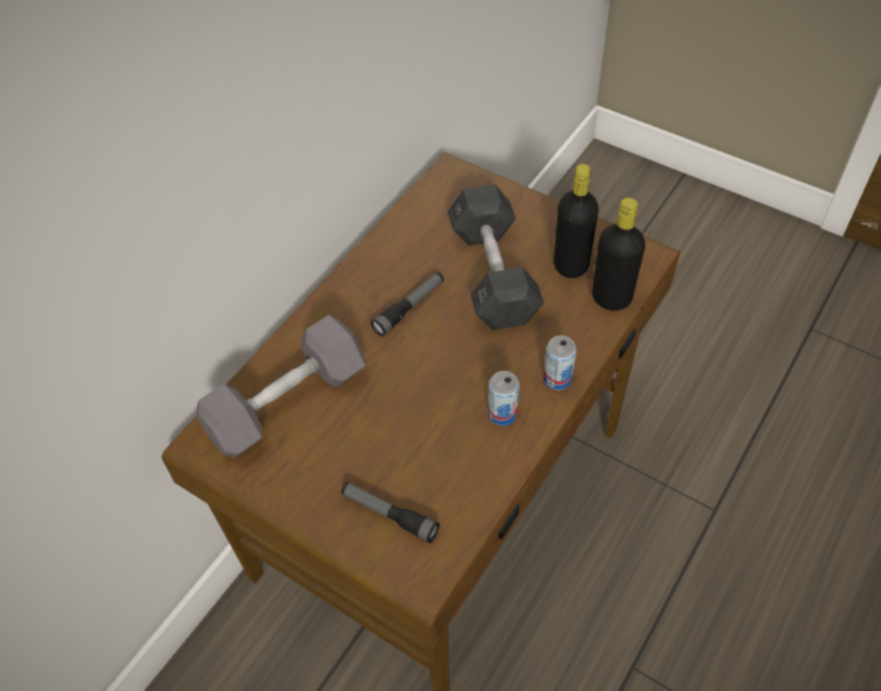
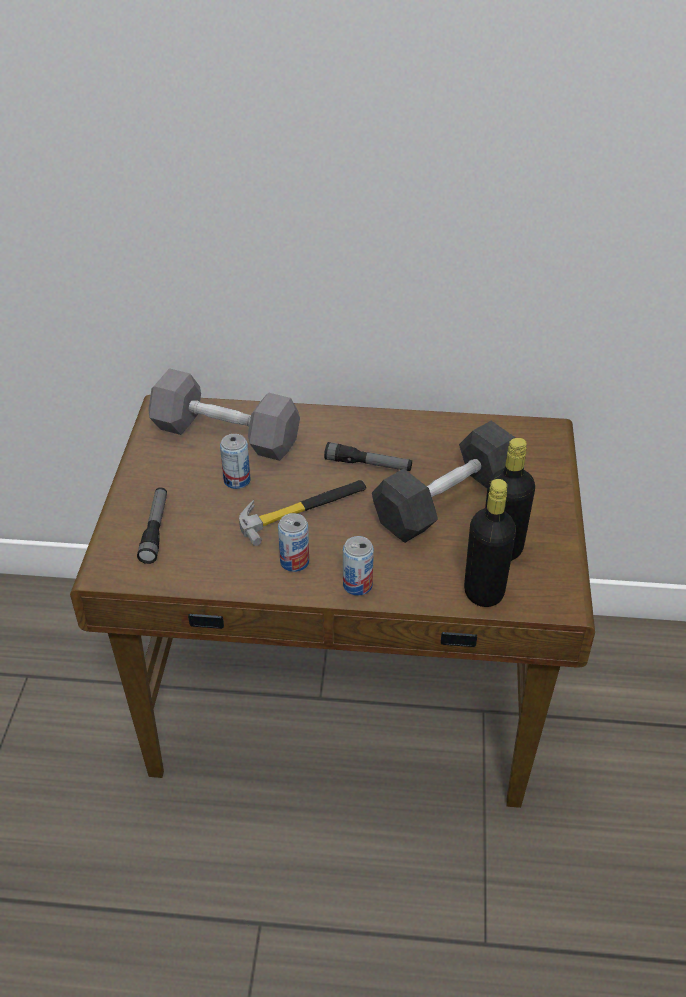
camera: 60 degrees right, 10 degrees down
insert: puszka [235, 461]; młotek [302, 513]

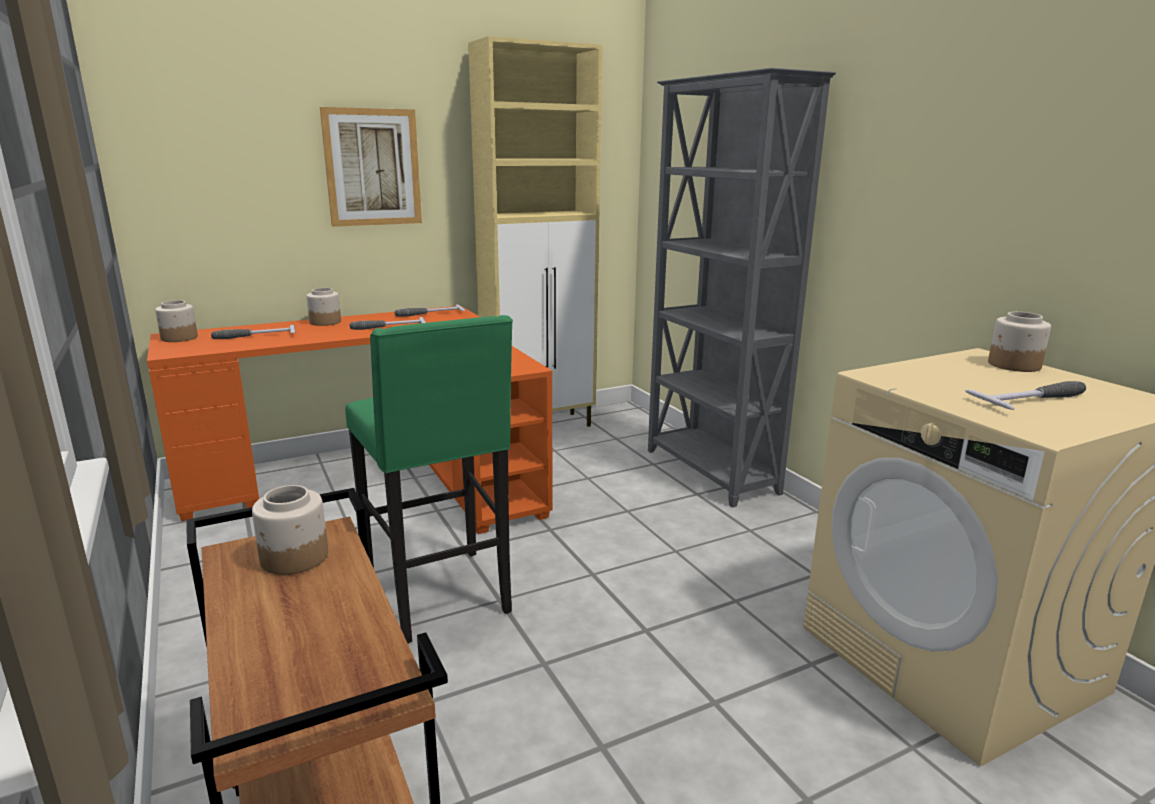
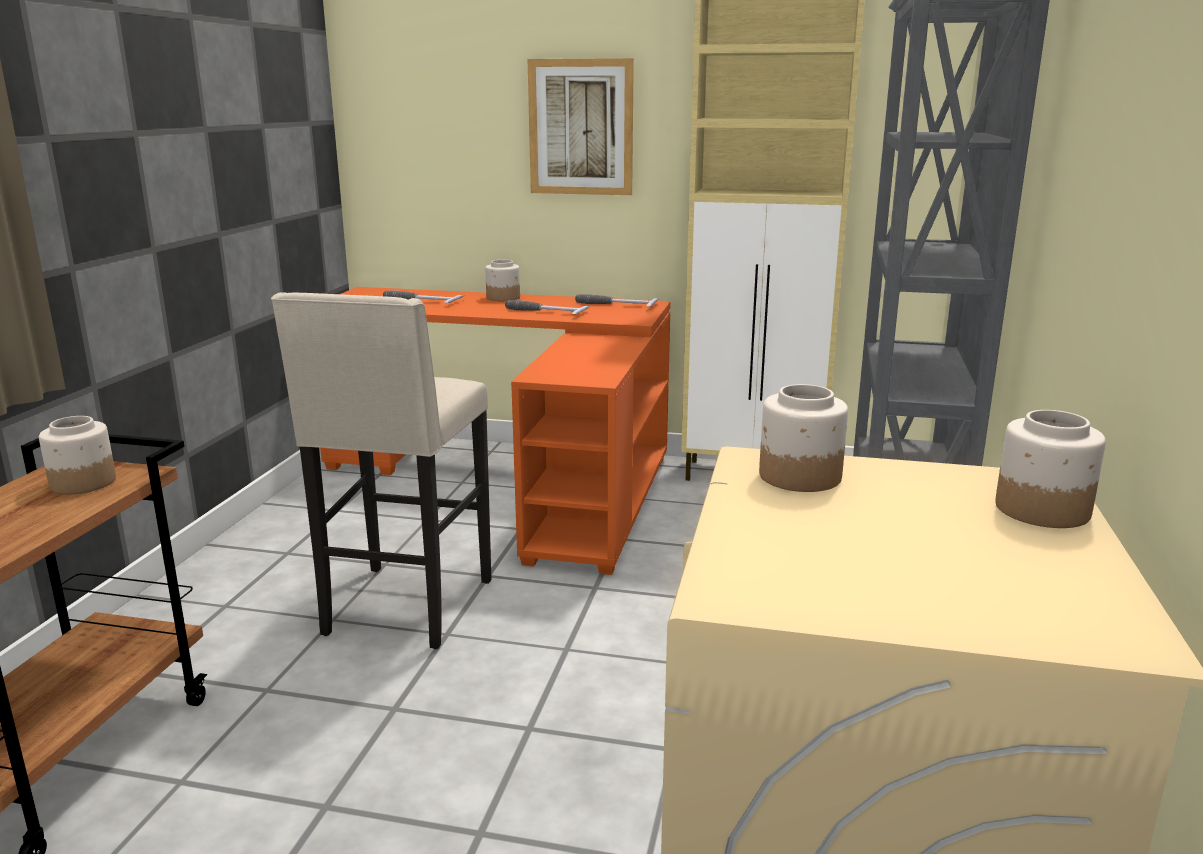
camera: 40 degrees right, 0 degrees up
delete: młotek [1025, 395]
move: słoik [176, 321] to [803, 438]
recolor: stołek (zielony) [429, 479] to stołek (beżowy) [381, 470]

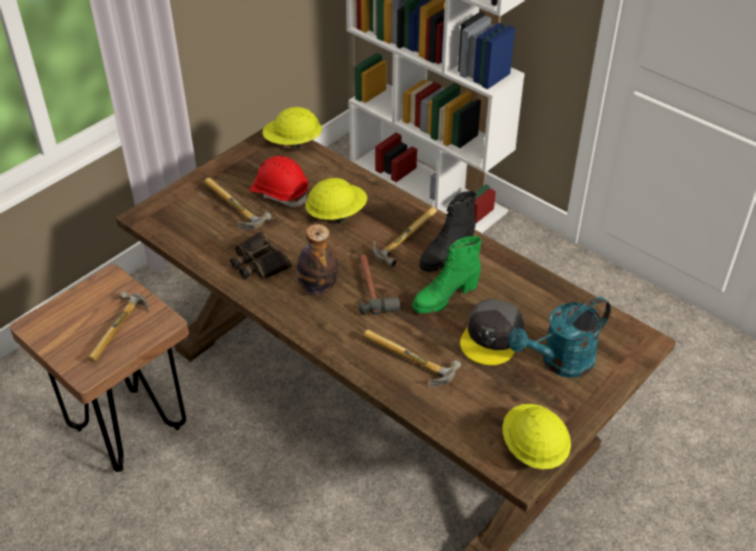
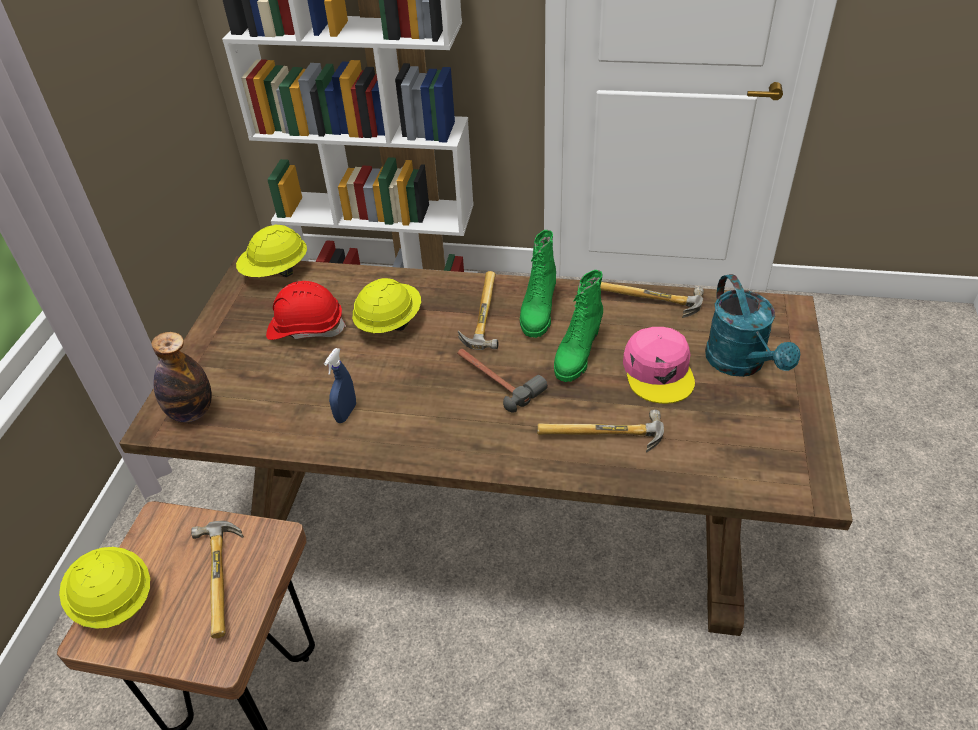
camera: 30 degrees left, 0 degrees up
move: młotek [238, 204] to [652, 300]; butelka [317, 259] to [182, 377]; kask (żółty) [537, 436] to [104, 588]
replace: lornetka [260, 255] to spryskiwacz (niebieski) [340, 385]
recolor: but z cholewką (czarny) [447, 231] to but z cholewką (zielony) [538, 284]; czapka z daszkiem (szary) [492, 332] to czapka z daszkiem (różowy) [659, 365]
rotate: konewka (turkusowy) [559, 337] = [752, 325] 45 degrees counterclockwise

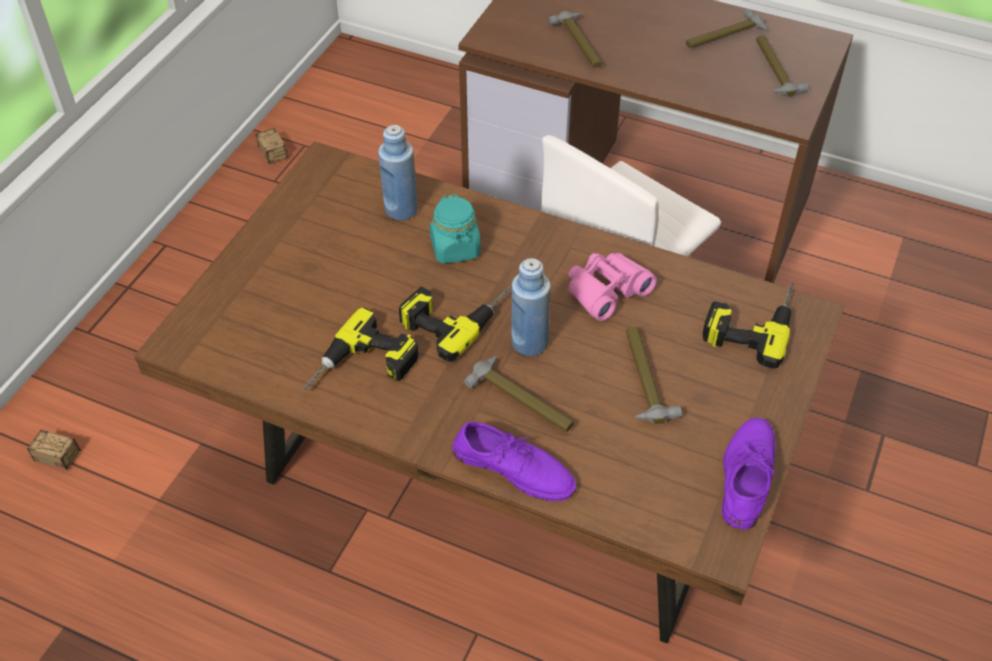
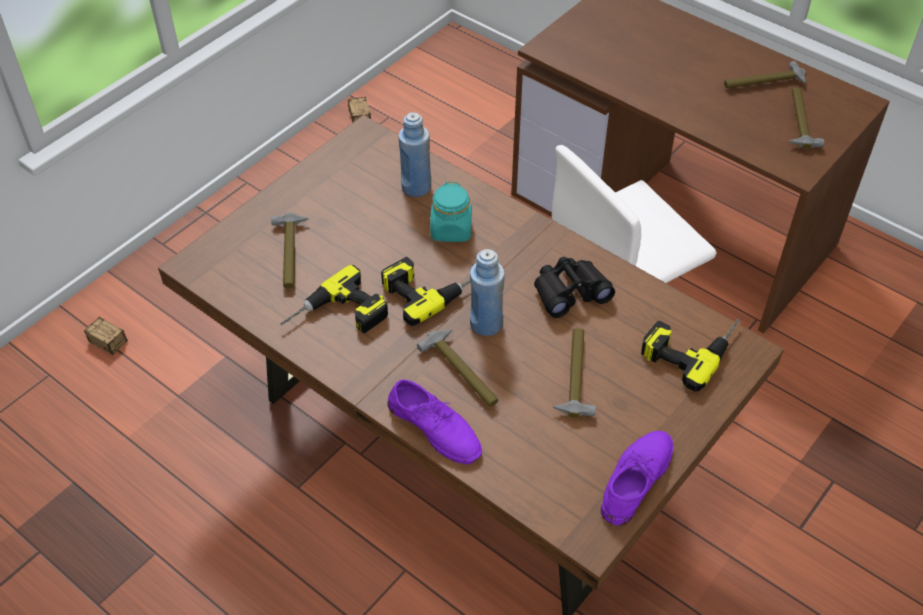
camera: 15 degrees right, 0 degrees up
move: młotek [575, 39] to [289, 250]
recolor: lornetka (różowy) [612, 287] to lornetka (czarny) [574, 287]

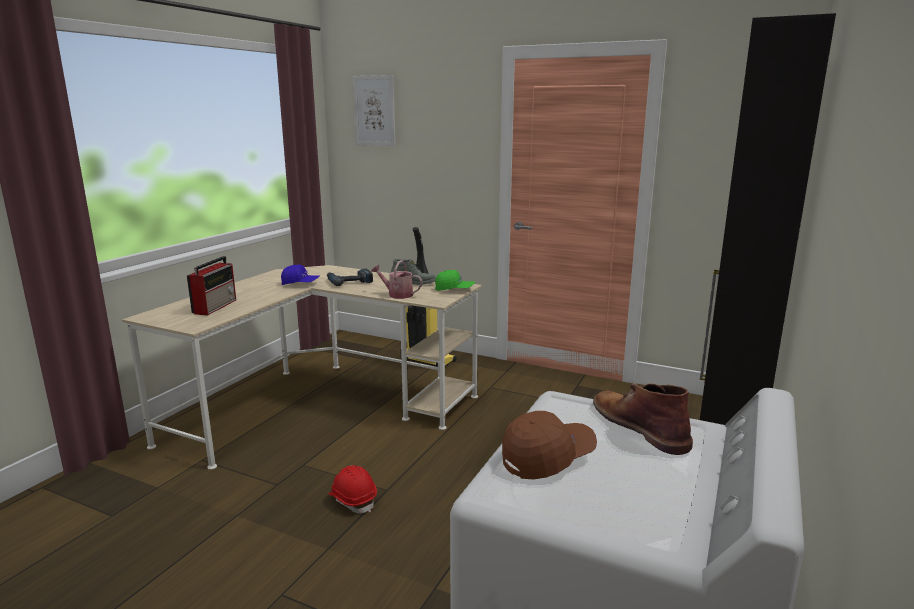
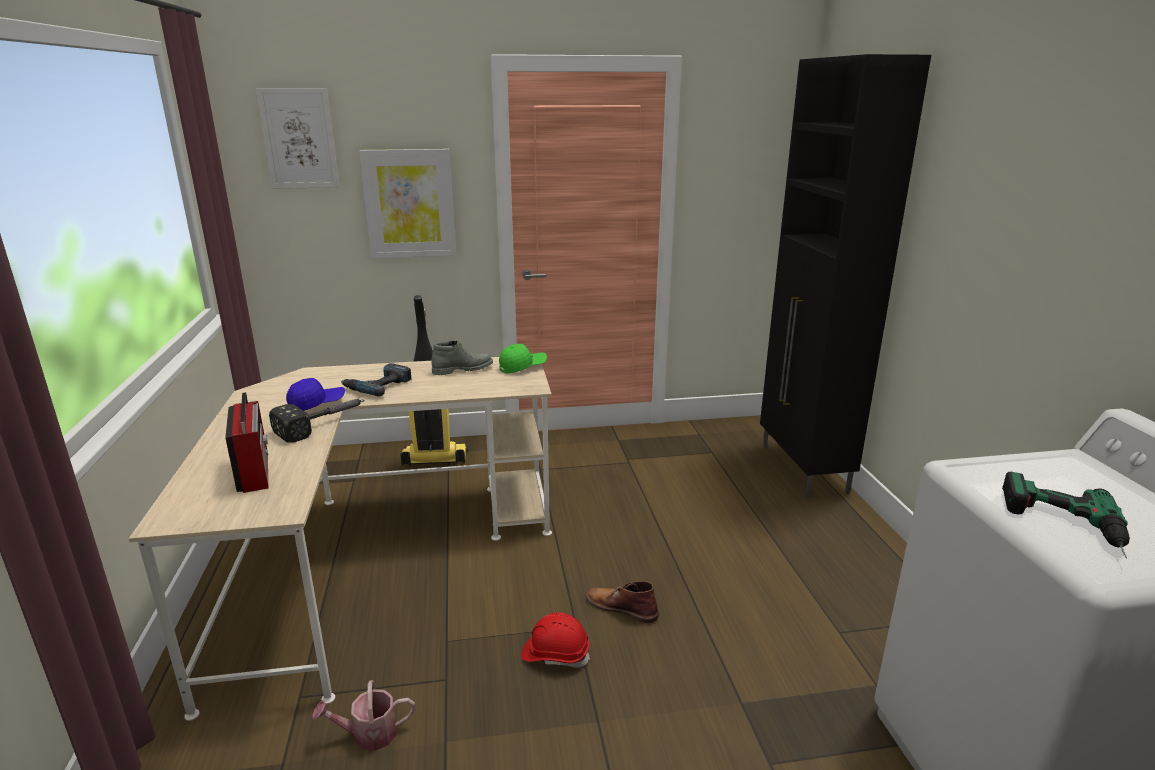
camera: 35 degrees left, 5 degrees up
insert: młotek [317, 421]; obraz [407, 203]
move: konewka [397, 279] to [363, 715]; but z cholewką (brązowy) [643, 419] to [622, 602]
replace: czapka z daszkiem (brązowy) [549, 445] to wiertarka [1066, 515]

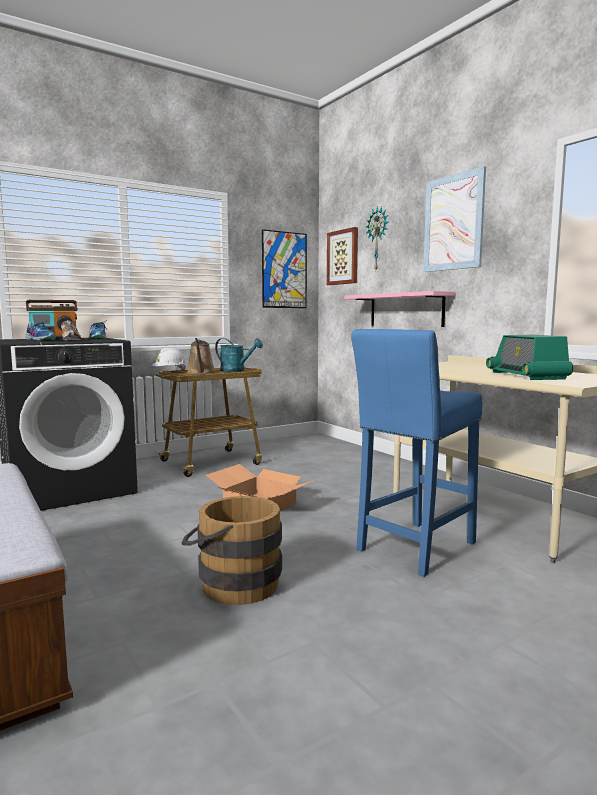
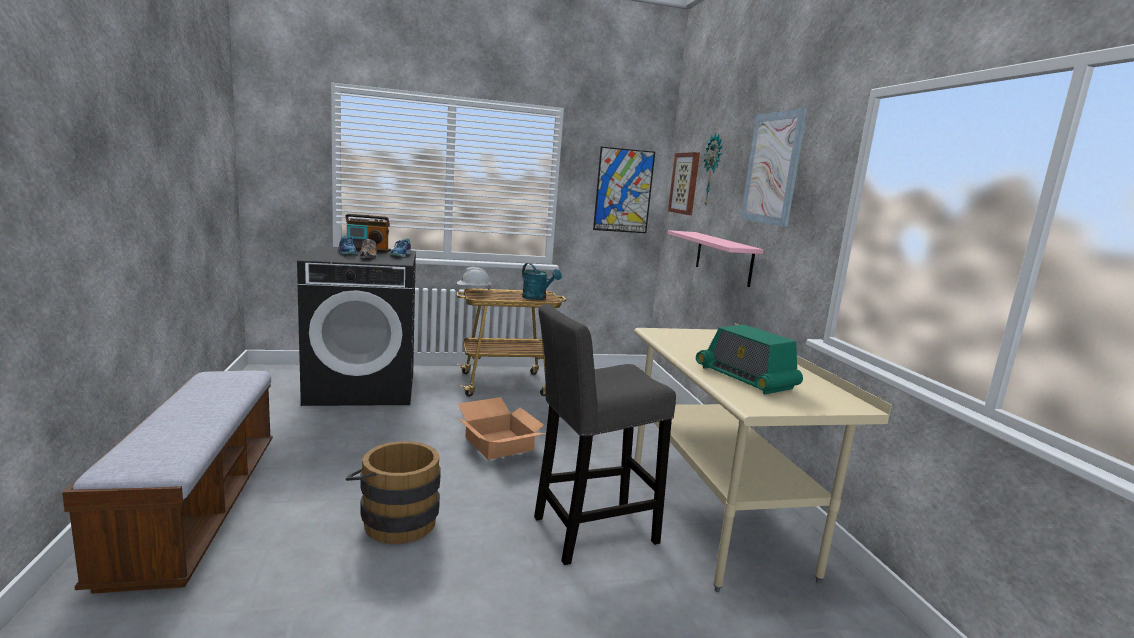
camera: 20 degrees right, 5 degrees up
delete: konewka (brązowy) [201, 356]
recolor: stołek (niebieski) [416, 453] to stołek (szary) [605, 434]
rotate: radio [529, 357] = [749, 359] 45 degrees counterclockwise

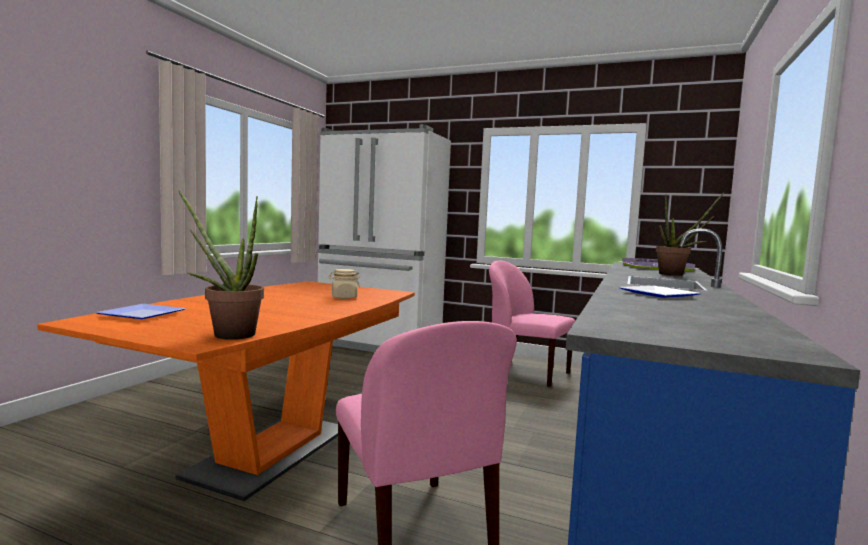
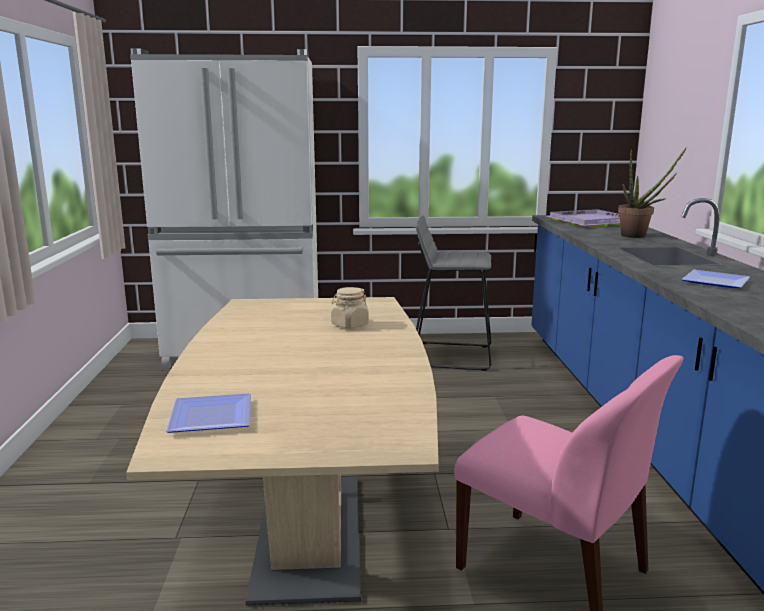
camera: 25 degrees left, 10 degrees up
delete: roślina doniczkowa [221, 265]
replace: krzesło (różowy) [532, 324] to stołek (szary) [453, 293]
recolor: stół jadalny (pomarańczowy) [226, 391] to stół jadalny (beżowy) [282, 451]

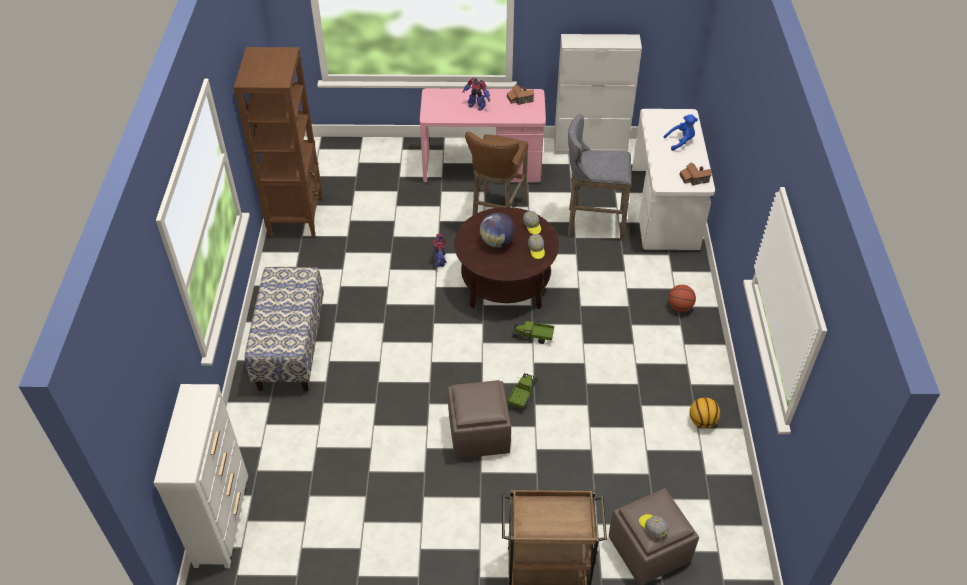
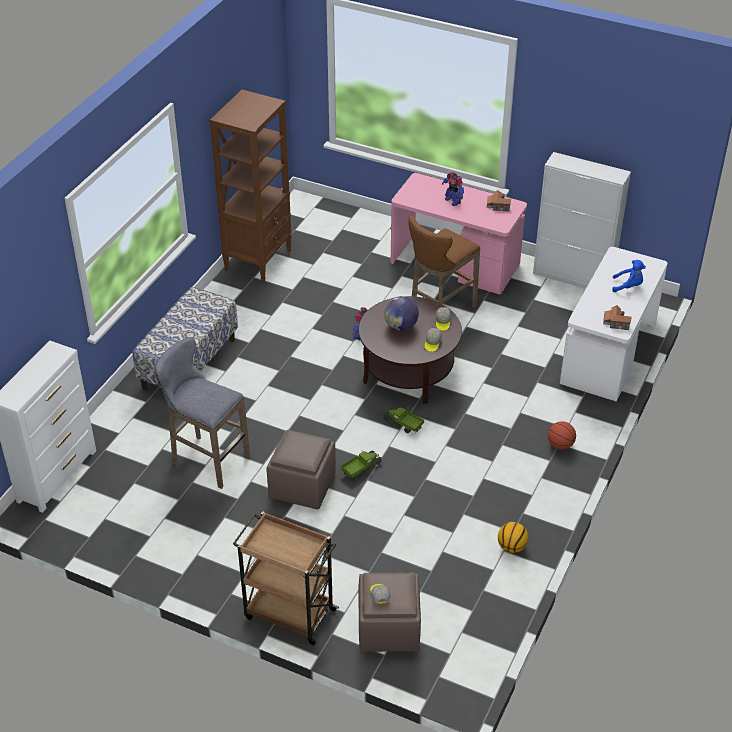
camera: 25 degrees right, 5 degrees down
move: stołek (szary) [599, 177] to [202, 413]

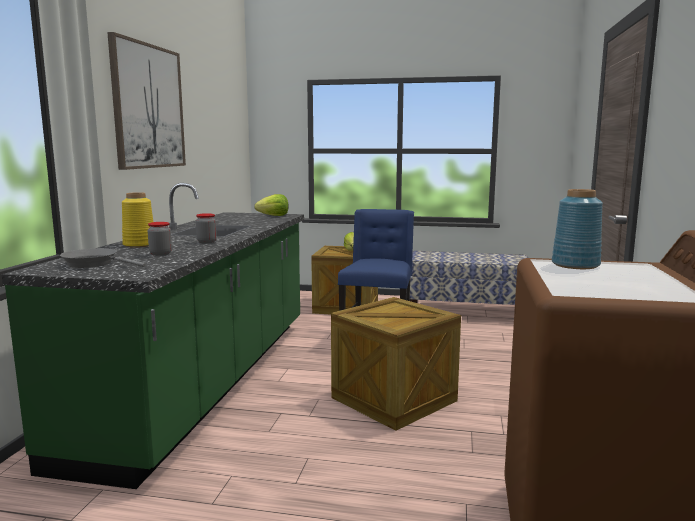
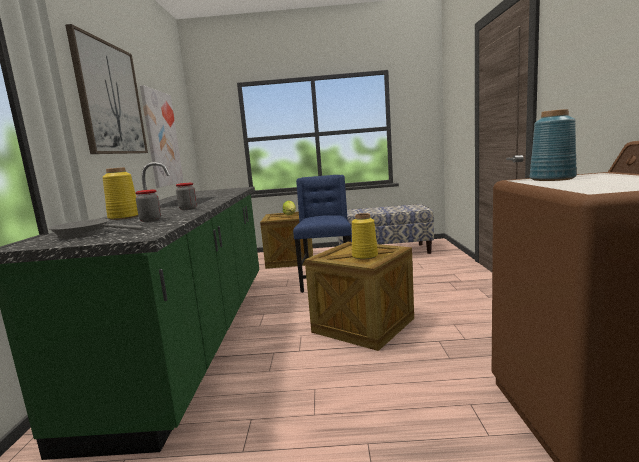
camera: 10 degrees left, 0 degrees up
delete: sałata [271, 205]
insert: obraz [162, 136]; wazon (żółty) [365, 236]

